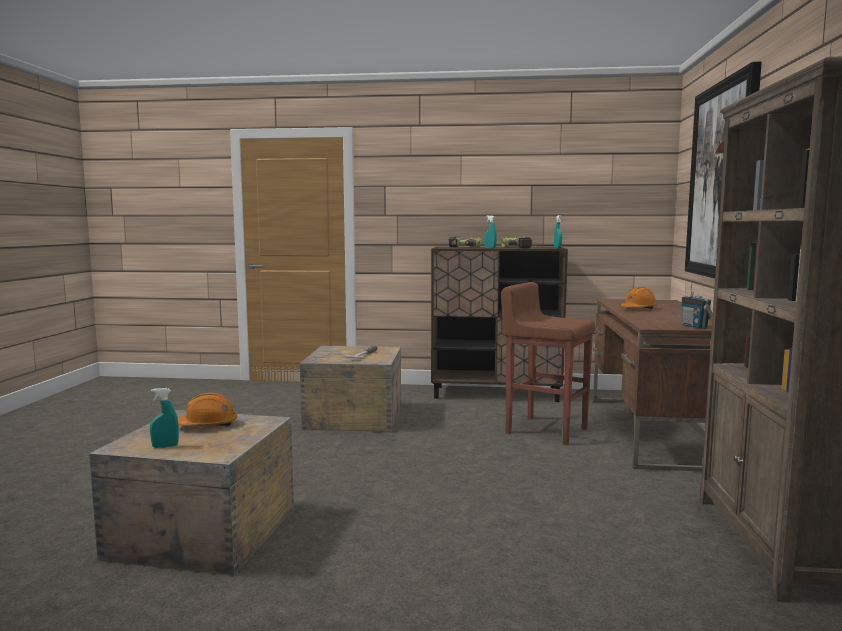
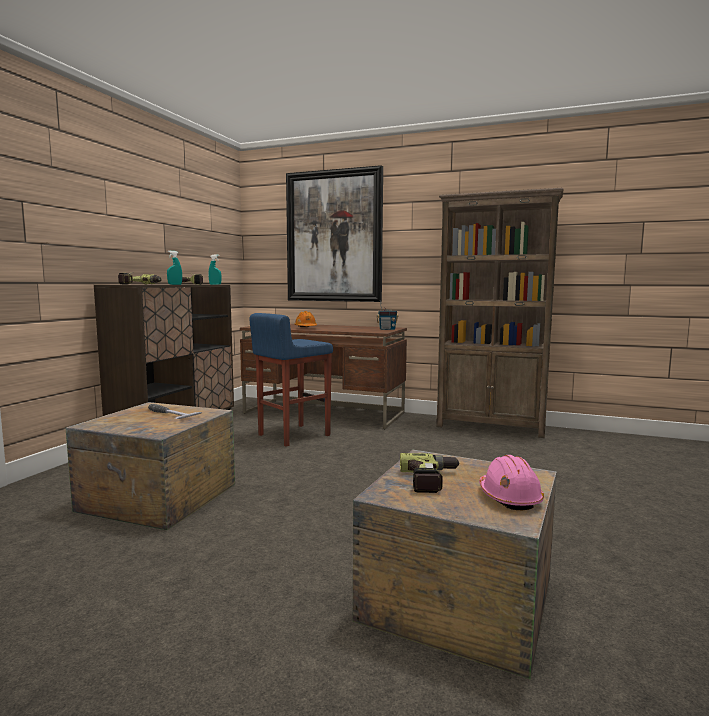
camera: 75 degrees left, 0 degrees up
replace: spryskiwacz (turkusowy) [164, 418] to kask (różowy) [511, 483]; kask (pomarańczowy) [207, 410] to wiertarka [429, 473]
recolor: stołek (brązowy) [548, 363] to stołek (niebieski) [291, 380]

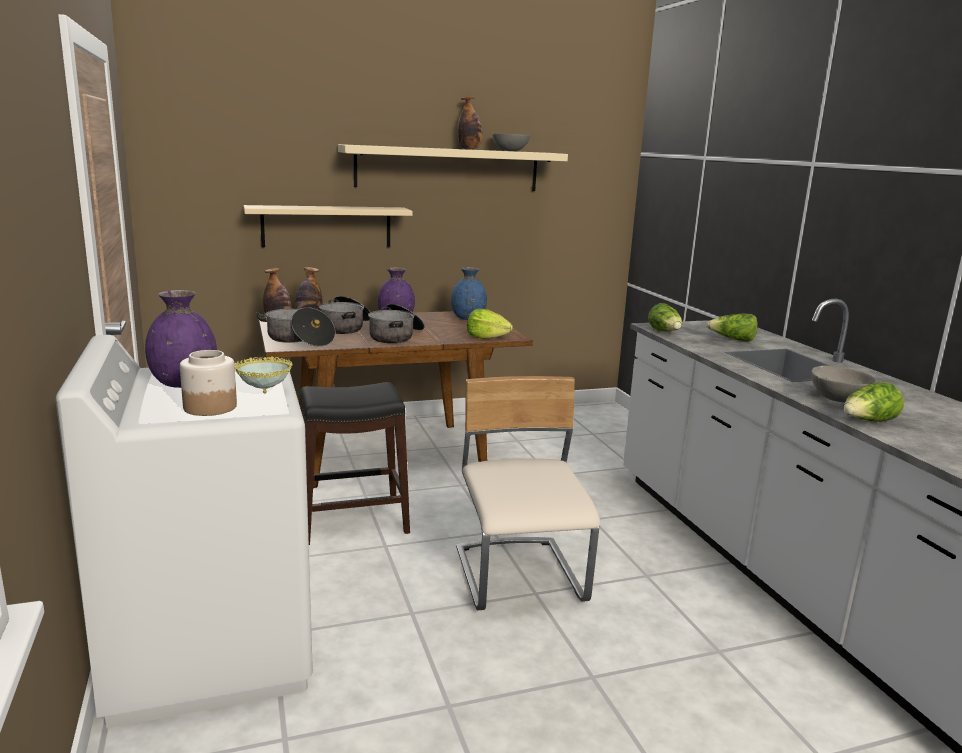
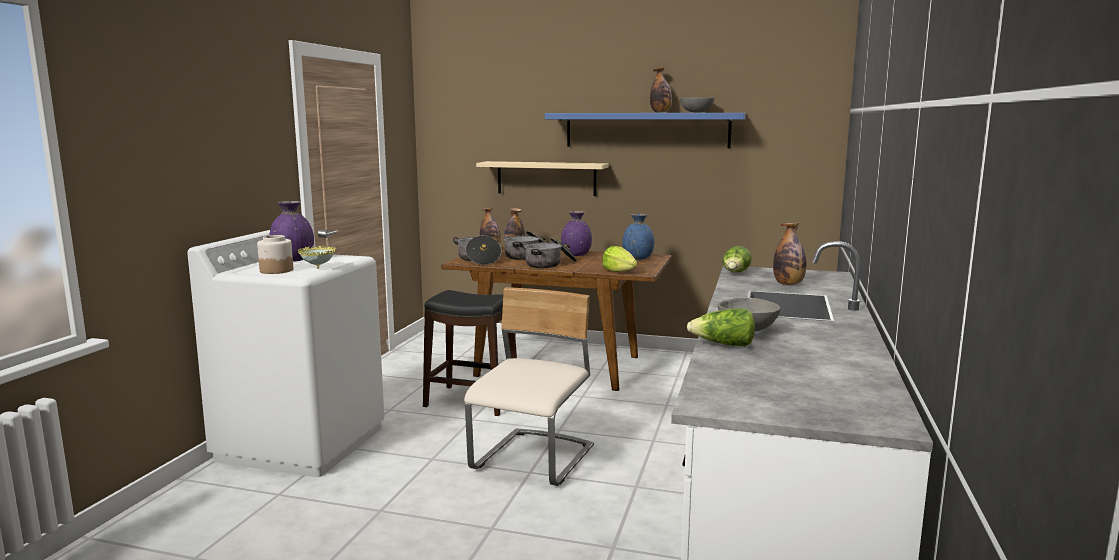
camera: 35 degrees right, 5 degrees down
replace: sałata [732, 328] to butelka [789, 253]
recolor: półka (beżowy) [453, 167] to półka (niebieski) [645, 131]

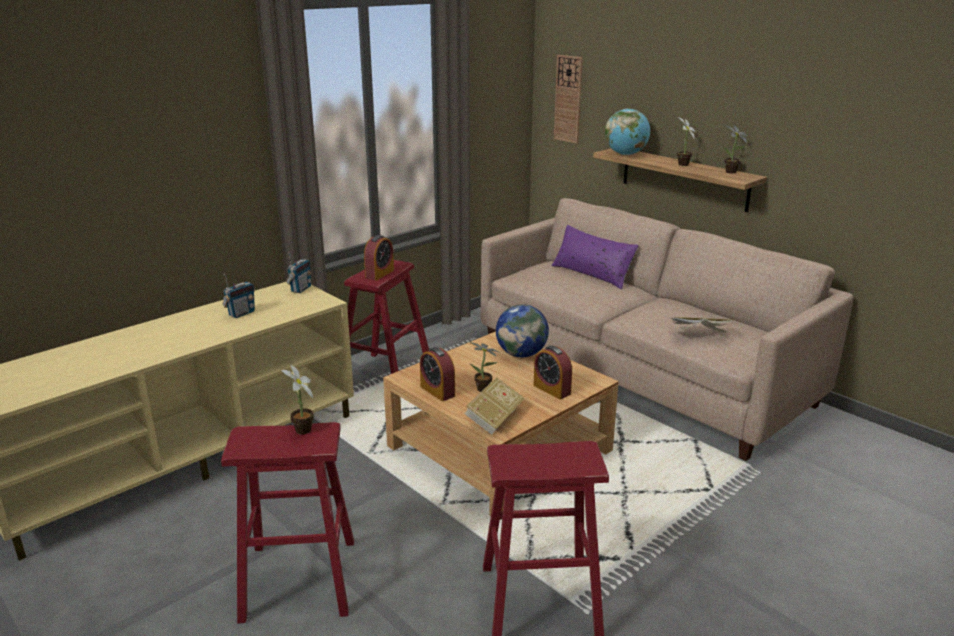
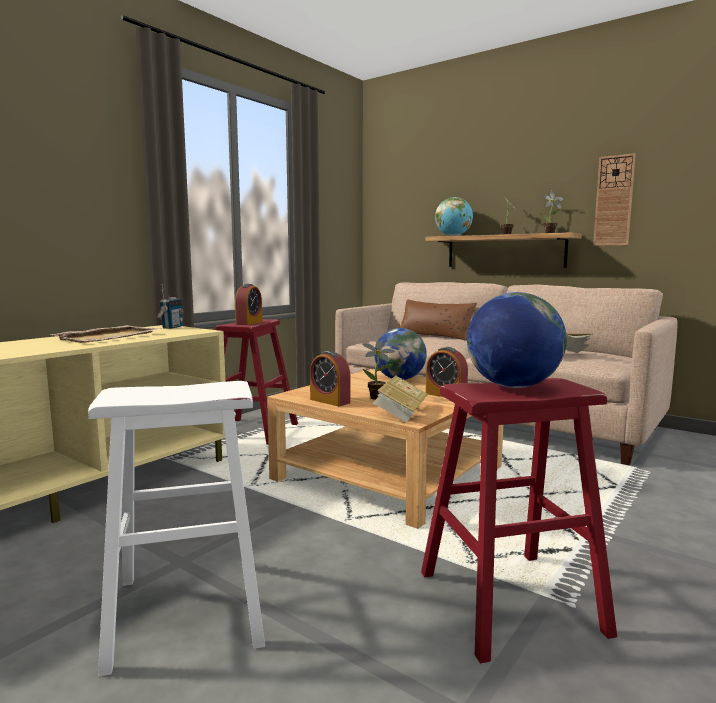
camera: 10 degrees left, 15 degrees down
delete: roślina doniczkowa [297, 399]
insert: globus [517, 340]
move: zegar ścienny [568, 99] to [614, 199]
replace: radio [238, 296] to taca (beżowy) [106, 334]
recolor: stołek (czerwony) [287, 522] to stołek (biały) [176, 529]; poduszka (fioletowy) [595, 257] to poduszka (brązowy) [438, 320]

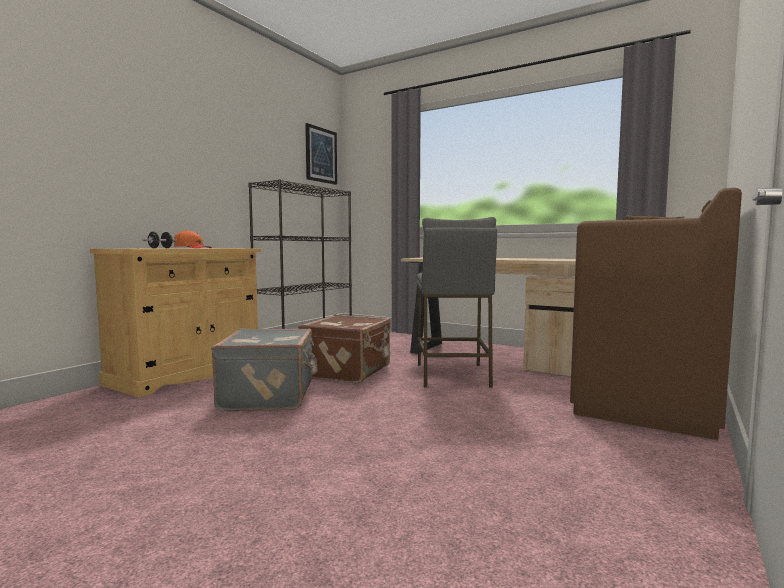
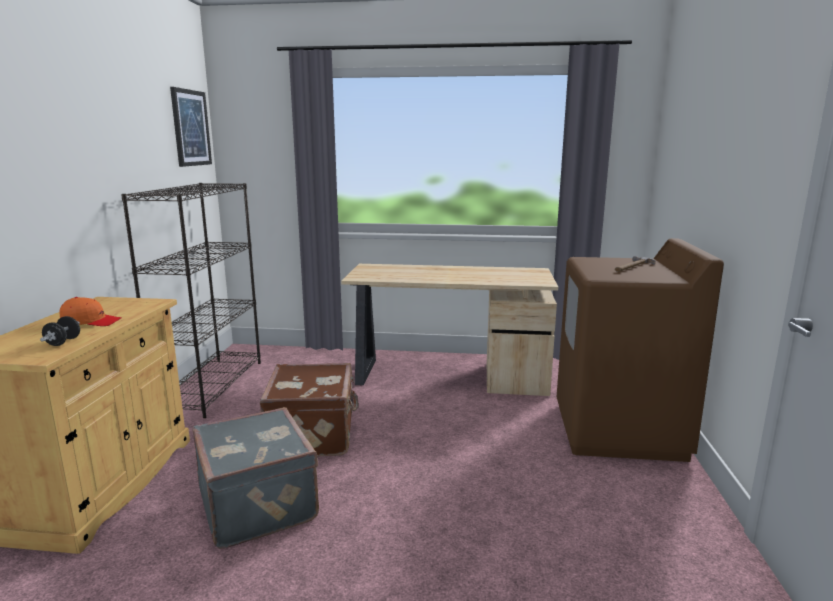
camera: 25 degrees left, 10 degrees up
delete: stołek (szary) [457, 302]

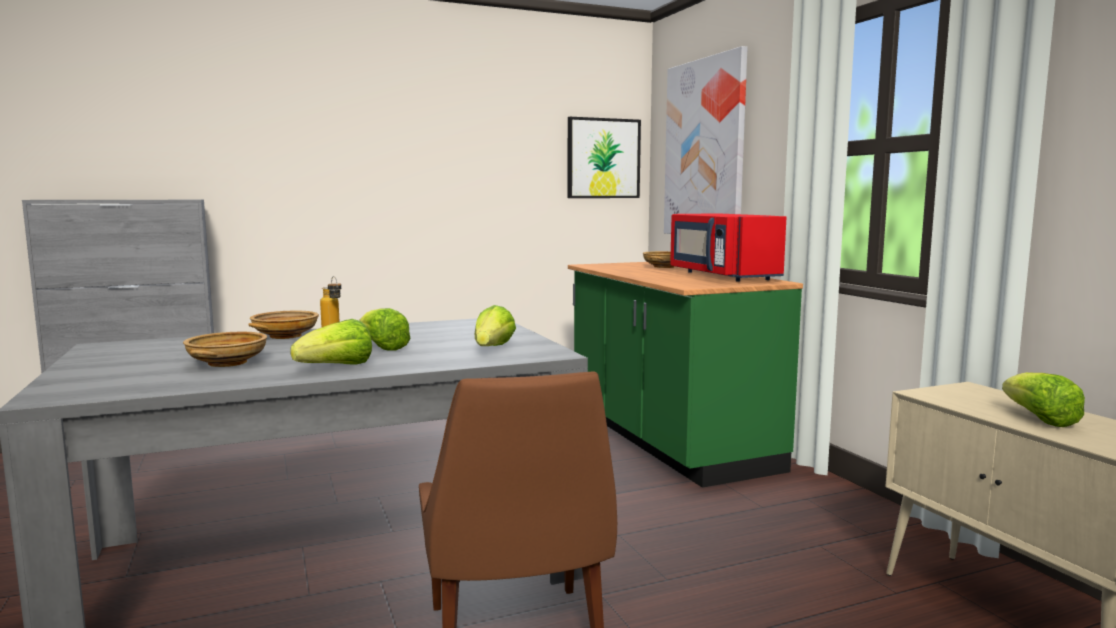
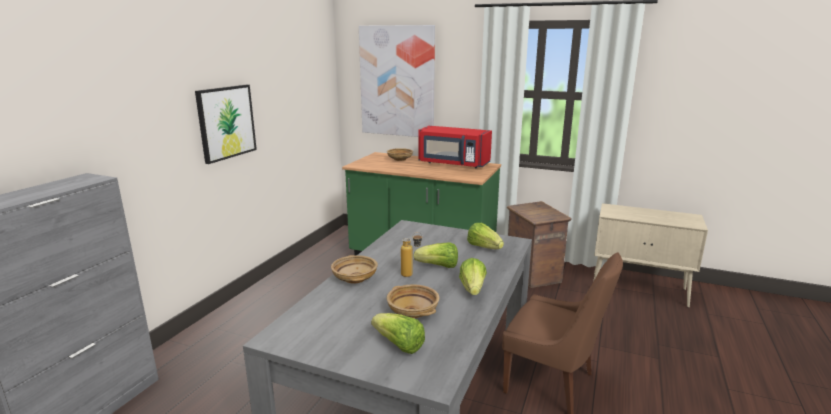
camera: 45 degrees left, 10 degrees up
insert: skrzynka [539, 244]
move: obraz [604, 157] to [226, 124]; sałata [1043, 399] to [398, 333]

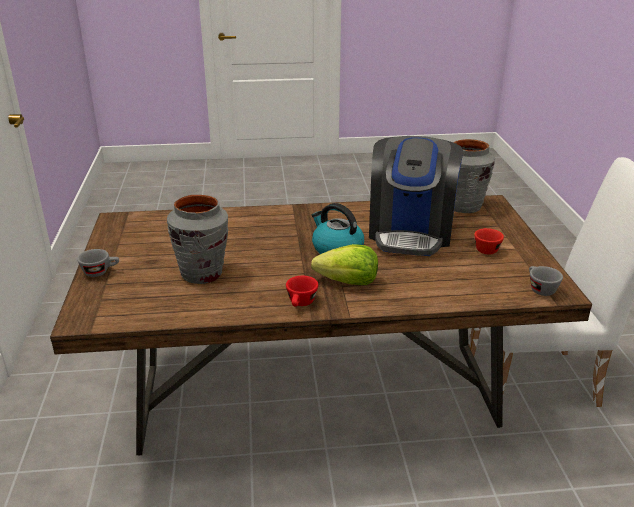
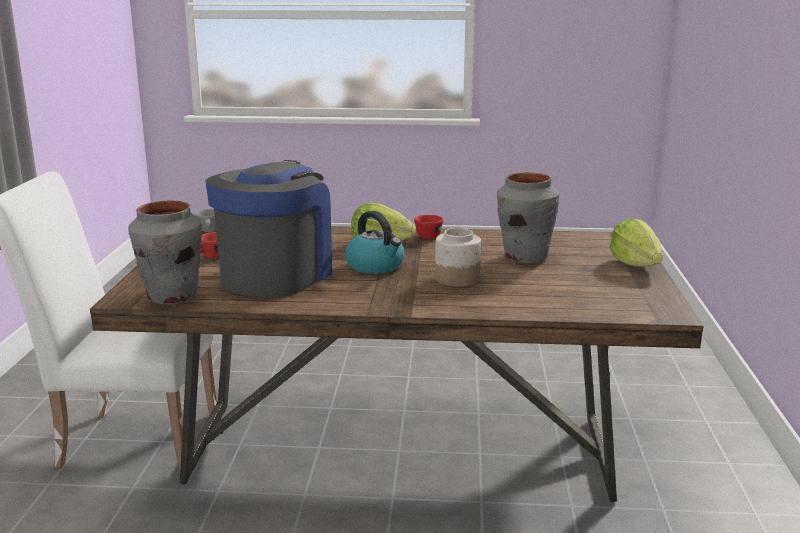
camera: 170 degrees left, 10 degrees down
insert: słoik [458, 257]
replace: filiżanka (szary) [98, 263] to sałata [636, 243]

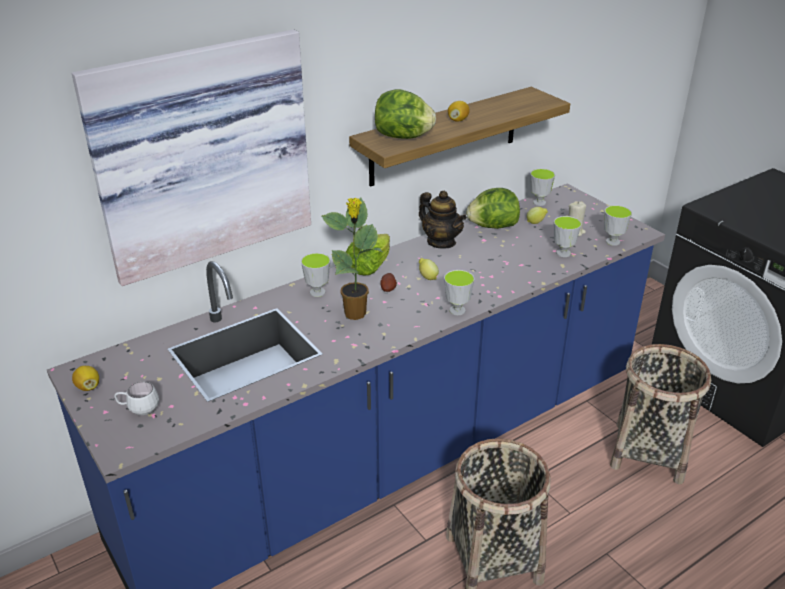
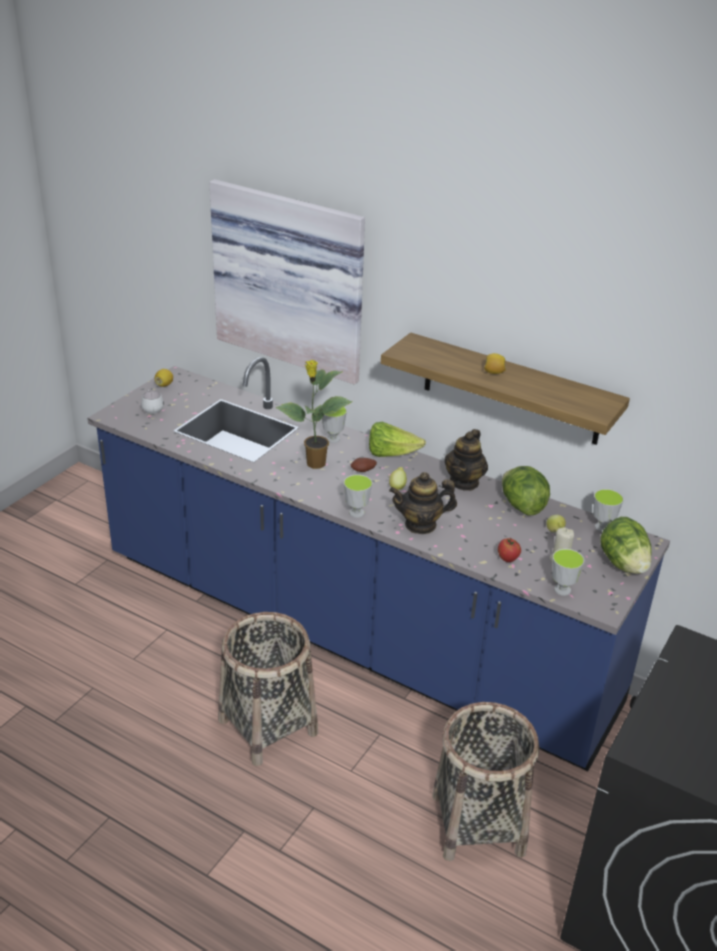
camera: 65 degrees right, 0 degrees up
insert: imbryk [423, 503]
move: sałata [405, 114] to [625, 545]
replace: filiżanka [568, 236] to jabłko [509, 550]

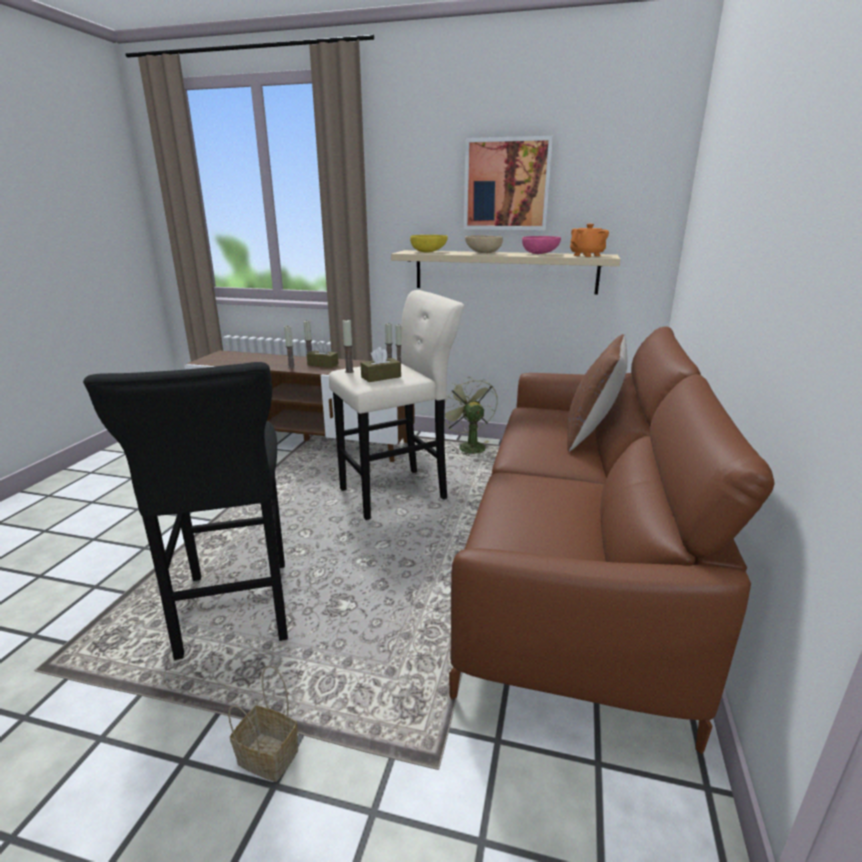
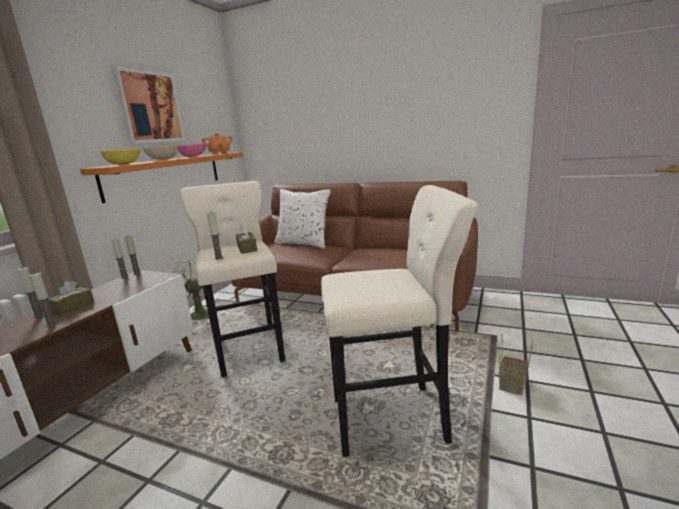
camera: 80 degrees left, 5 degrees down
recolor: stołek (czarny) [185, 511] to stołek (beżowy) [399, 321]; półka (beżowy) [506, 272] to półka (pomarańczowy) [161, 177]; poduszka (brązowy) [597, 392] to poduszka (biały) [302, 218]

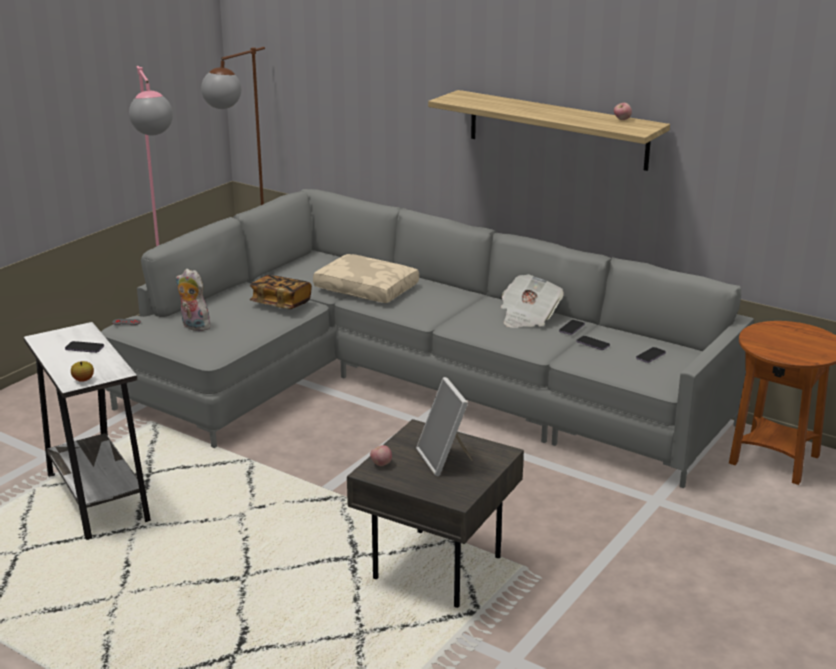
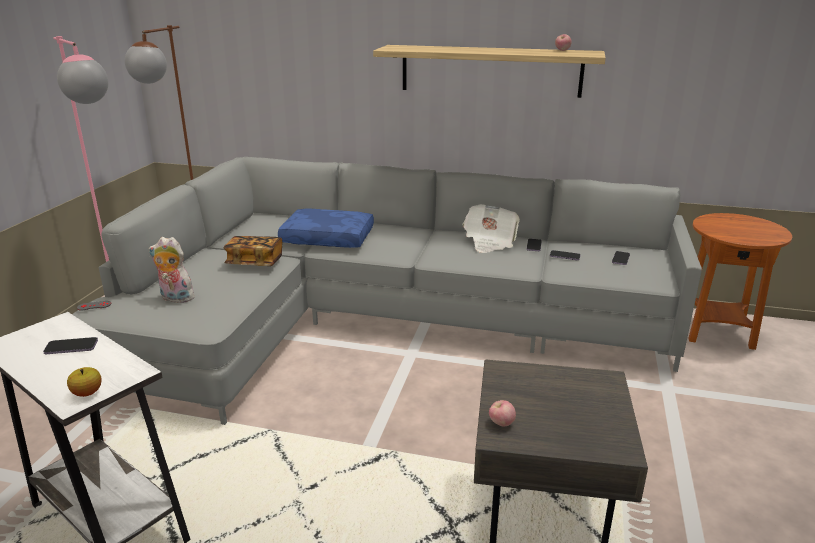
camera: 20 degrees left, 0 degrees up
delete: ramka na zdjęcie [444, 426]
recolor: poduszka (beżowy) [366, 278] to poduszka (niebieski) [326, 228]

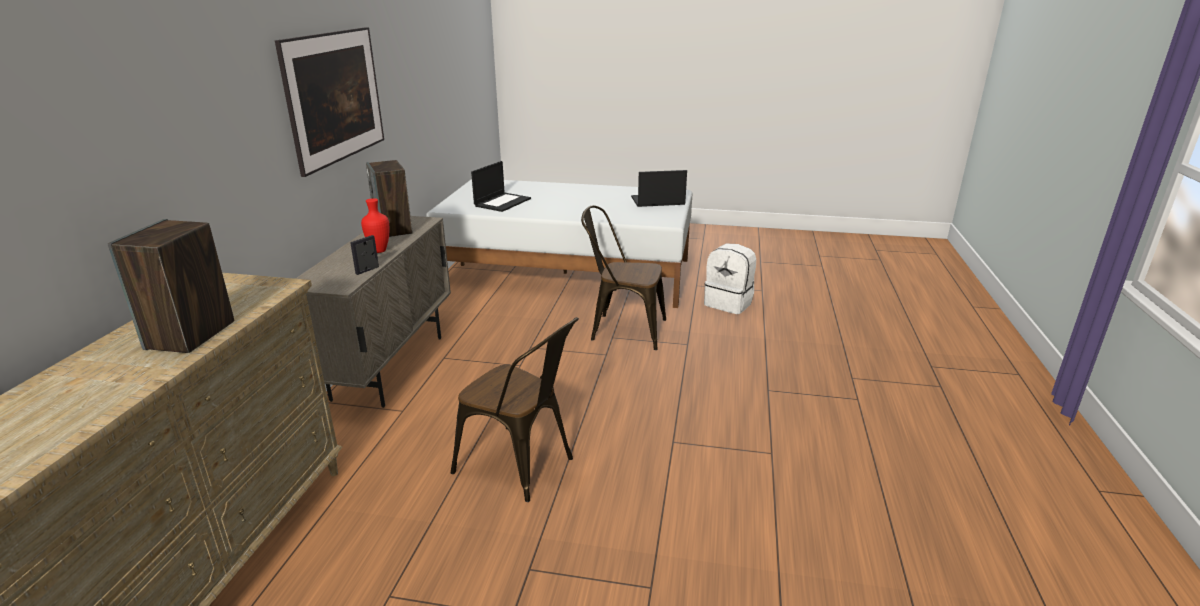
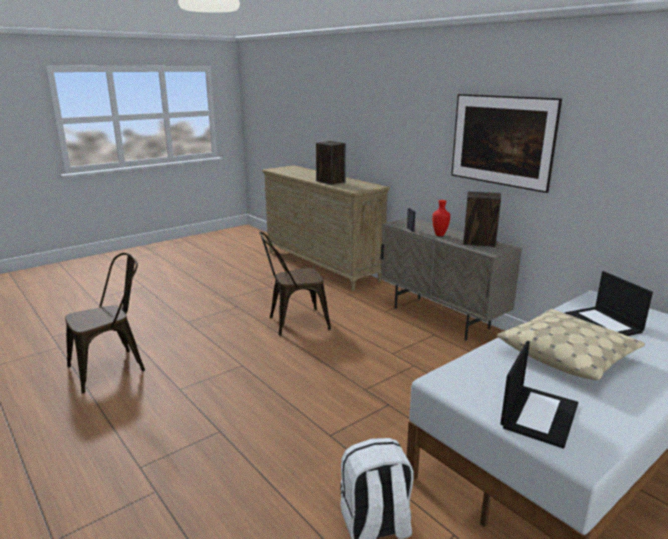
camera: 130 degrees right, 5 degrees down
insert: poduszka (beżowy) [571, 344]
move: krzesło (brązowy) [623, 277] to [105, 323]

